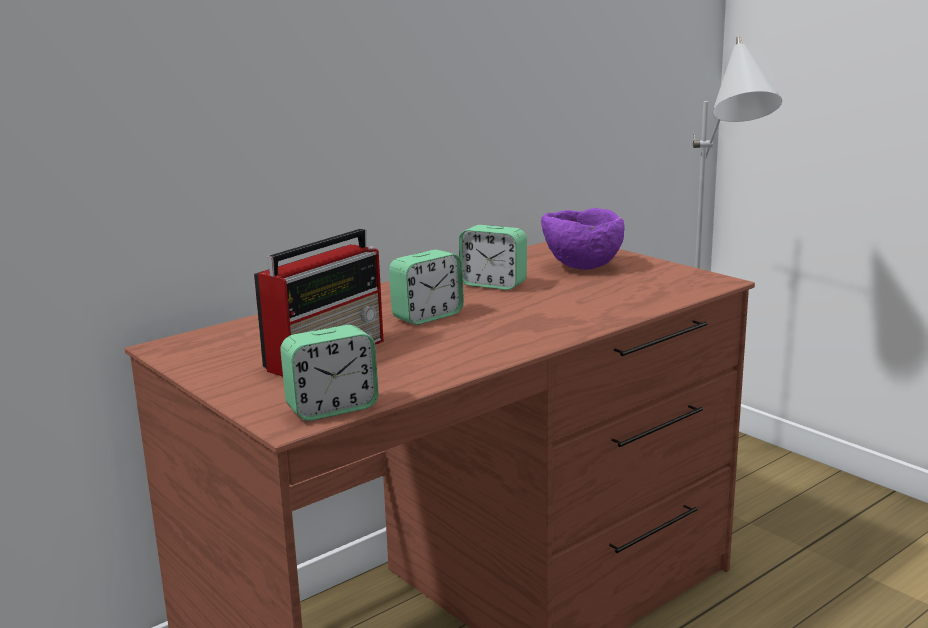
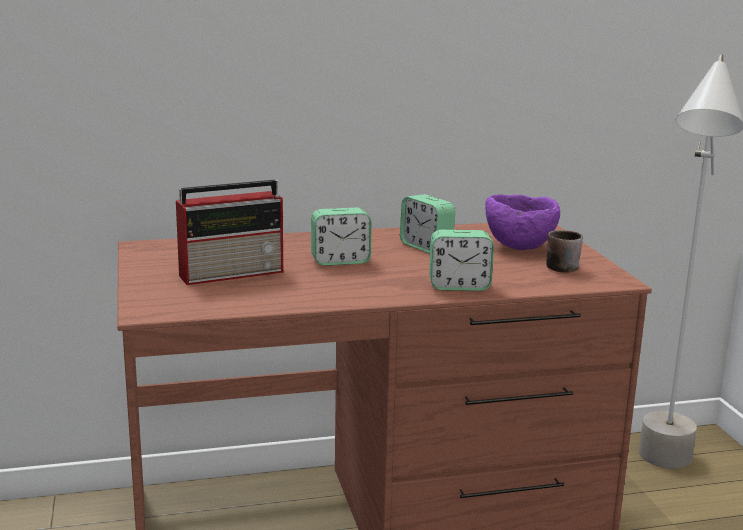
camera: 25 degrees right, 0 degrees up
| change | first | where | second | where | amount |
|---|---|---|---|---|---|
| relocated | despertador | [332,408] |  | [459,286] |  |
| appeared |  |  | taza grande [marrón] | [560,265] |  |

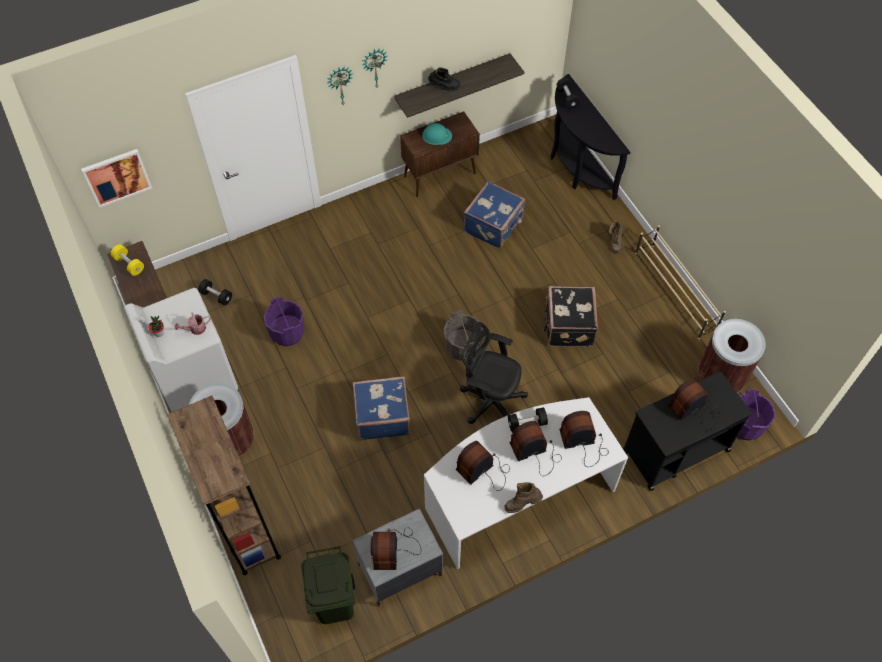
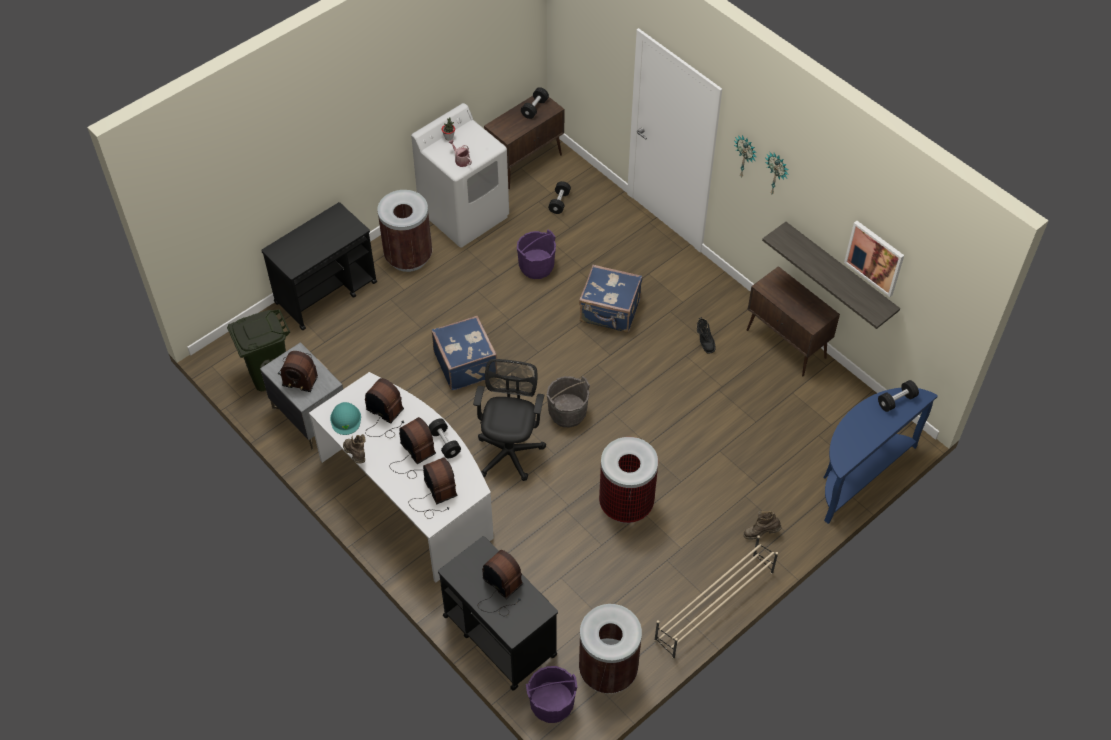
camera: 75 degrees right, 5 degrees down
| change | first | where | second | where | amount |
|---|---|---|---|---|---|
| relocated | cuadro | [117,177] |  | [874,257] |  |
| colour | mancuerna [amarillo] | [129,264] | mancuerna [negro] | [534,108] |  |
| exchanged | estantería [marrón] | [246,527] | carrito [negro] | [326,292] |  |
| spun | radio | [394,549] |  | [298,374] | 150 degrees counterclockwise |
| relocated | casco [turquesa] | [436,135] |  | [345,419] |  |
| relocated | bota [negro] | [444,87] |  | [704,341] |  |
| relocated | maleta [azul] | [494,226] |  | [610,312] |  |
| exchanged | maleta [negro] | [568,326] | papelera | [626,504] |  |
| colour | mesa consola [negro] | [576,167] | mesa consola [azul] | [858,473] |  |

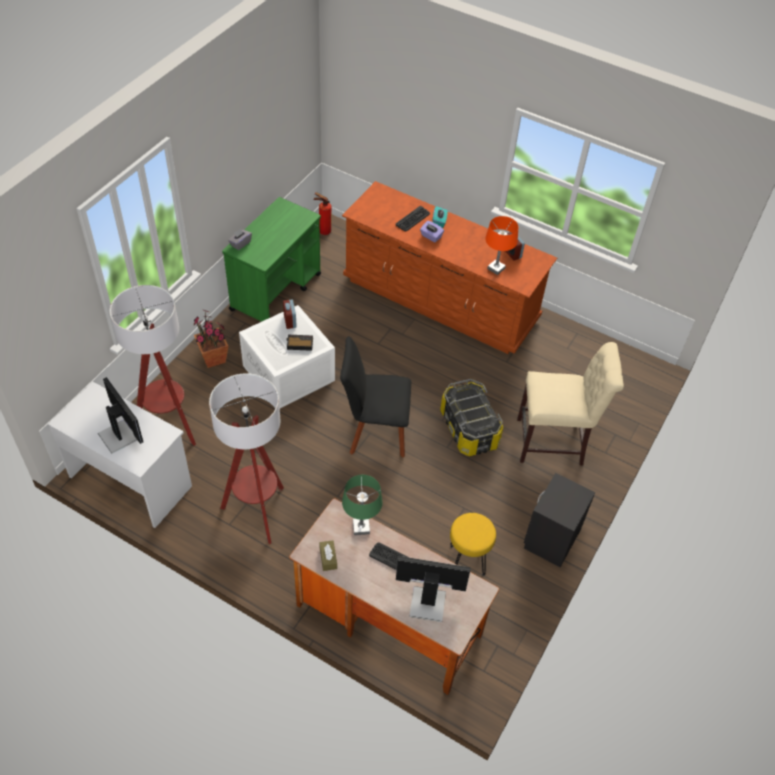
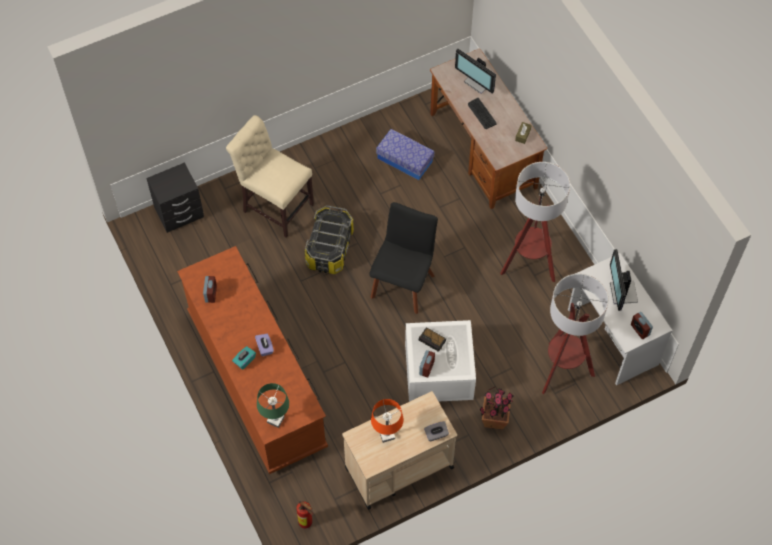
camera: 145 degrees left, 10 degrees up
| change | first | where | second | where | amount |
|---|---|---|---|---|---|
| colour | carrito [verde] | [276,291] | carrito [beis] | [398,467] |  |
| spun | silla [negro] | [375,431] |  | [403,283] | 105 degrees counterclockwise |
| relocated | lámpara de mesa [verde] | [361,528] |  | [276,420] |  |
| missing | teclado | [413,219] |  |  |  |
| exchanged | taburete [amarillo] | [467,560] | caja de almacenaje | [404,160] |  |
| relocated | lámpara de mesa [naranja] | [496,268] |  | [386,435] |  |
| relocated | mesita de noche [negro] | [551,538] |  | [179,213] |  |
| appeared |  |  | despertador | [640,330] |  |

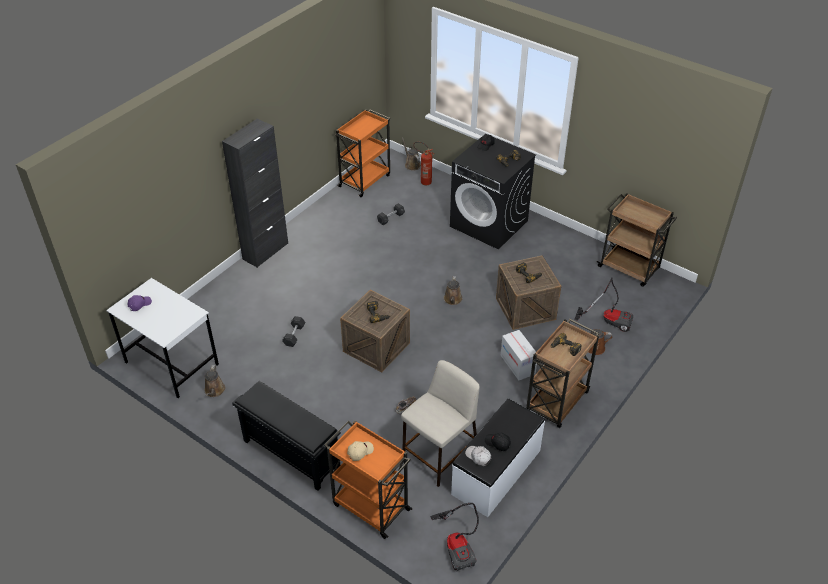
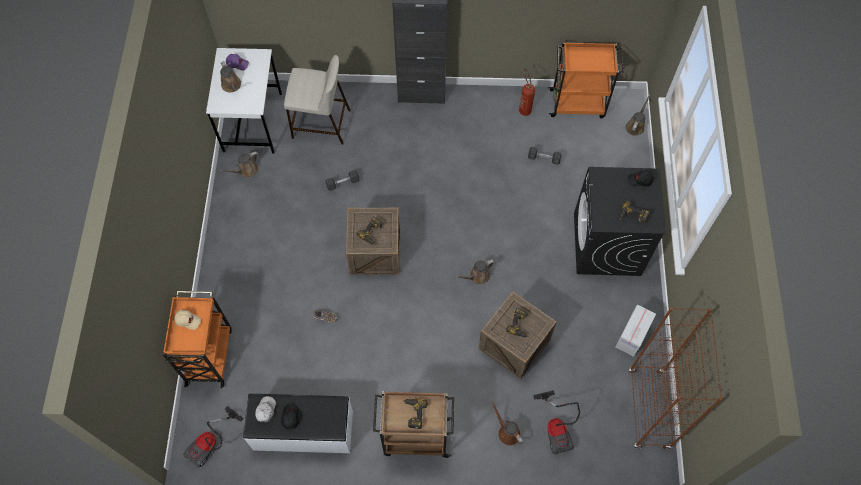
camera: 55 degrees right, 20 degrees up
| change | first | where | second | where | amount |
|---|---|---|---|---|---|
| missing | zapatero [negro] | [290,454] |  |  |  |
| relocated | taburete [beis] | [440,454] |  | [320,124] |  |
| relocated | extintor | [423,181] |  | [524,108] |  |
| relocated | caja de cartón | [517,364] |  | [632,336] |  |
| exchanged | carrito [marrón] | [629,268] | estantería [marrón] | [648,409] |  |
| appeared |  |  | regadera [marrón] | [232,86] |  |

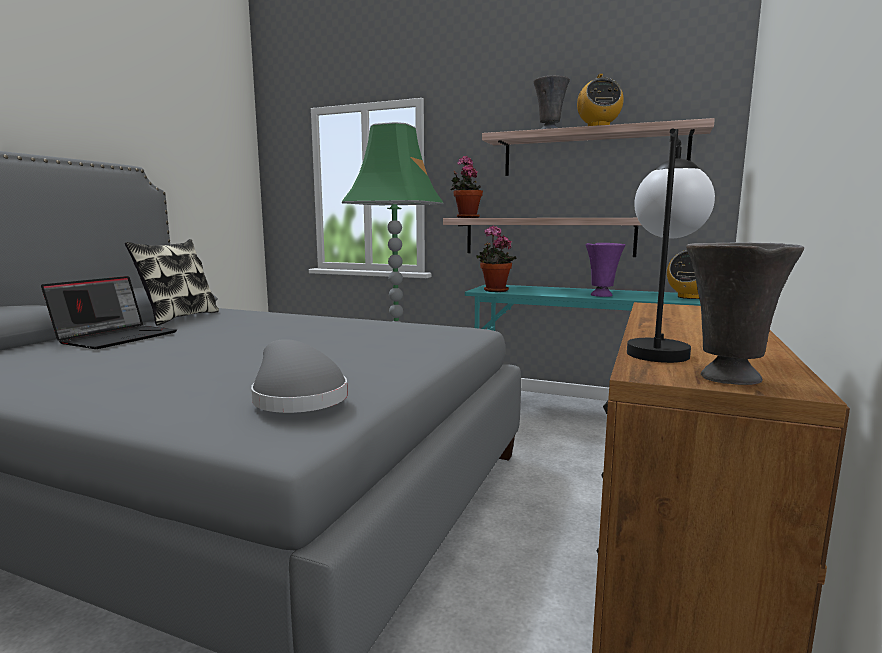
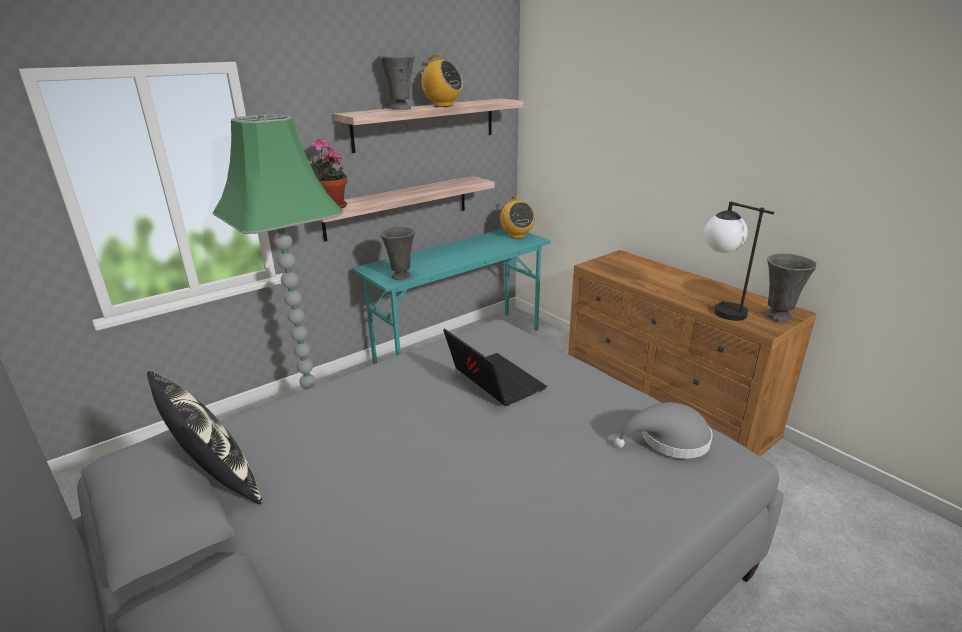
camera: 60 degrees left, 15 degrees up
| change | first | where | second | where | amount |
|---|---|---|---|---|---|
| relocated | portátil | [117,337] |  | [493,382] |  |
| exchanged | planta en maceta | [494,291] | florero [gris] | [401,277] |  |
| missing | florero [morado] | [602,295] |  |  |  |

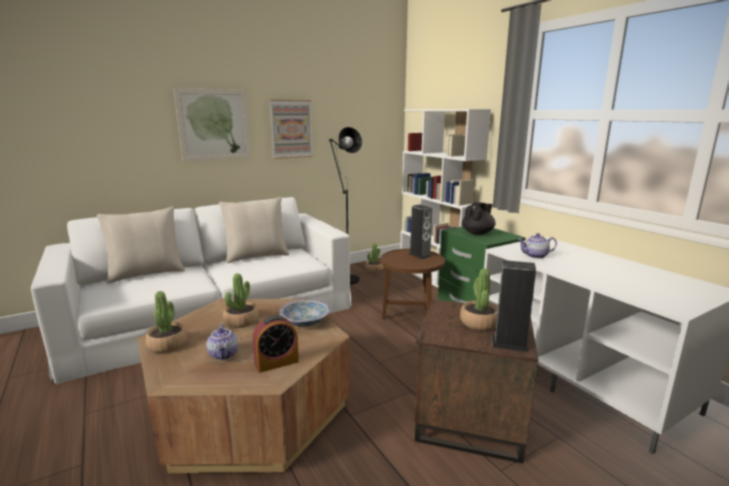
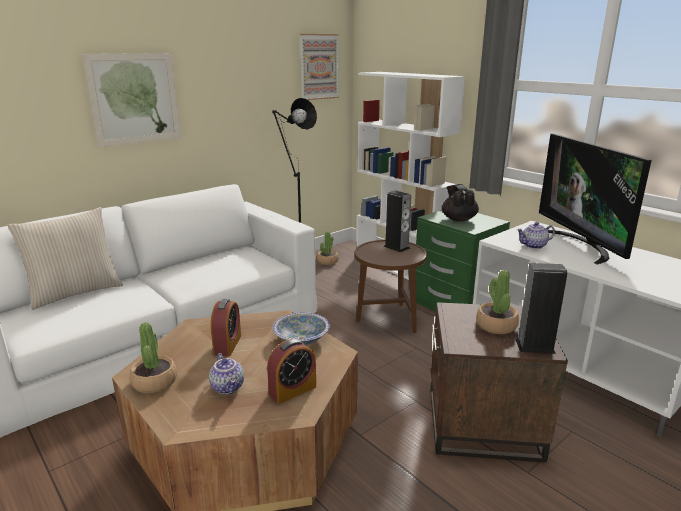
camera: 10 degrees left, 5 degrees up
| change | first | where | second | where | amount |
|---|---|---|---|---|---|
| missing | cojín [beis] | [256,256] |  |  |  |
| exchanged | planta en maceta | [241,321] | despertador | [227,345] |  |
| relocated | cuadro | [291,129] |  | [319,67] |  |
| spun | tetera [negro] | [478,233] |  | [458,219] | 45 degrees counterclockwise |
| appeared |  |  | televisor | [581,245] |  |

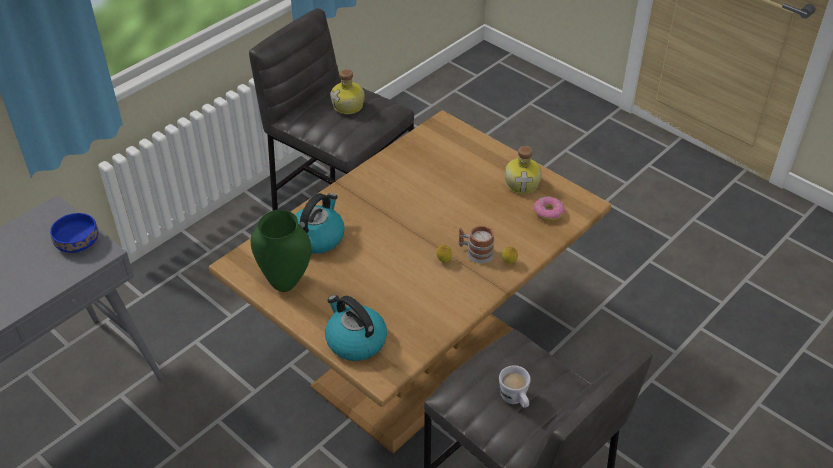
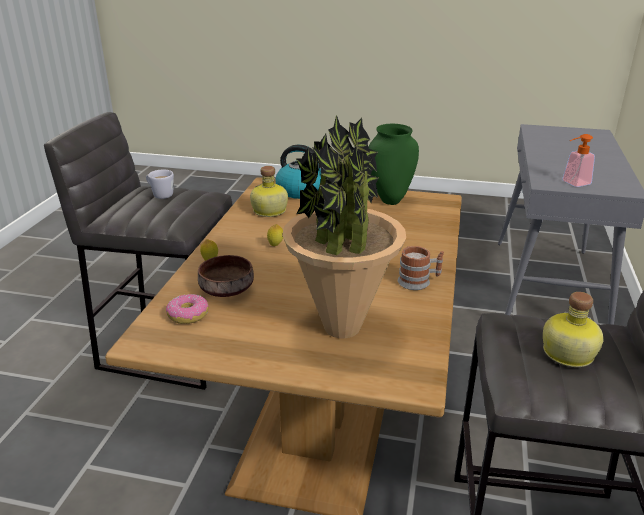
camera: 150 degrees right, 15 degrees down
| change | first | where | second | where | amount |
|---|---|---|---|---|---|
| exchanged | cuenco [azul] | [77,241] | dispensador de jabón | [572,183] |  |
| missing | hervidor | [318,237] |  |  |  |
| relocated | taza grande | [475,253] |  | [419,281] |  |
| relocated | botella | [522,183] |  | [269,211] |  |
| appeared |  |  | cuenco [marrón] | [225,289] |  |
| appeared |  |  | planta en maceta | [342,328] |  |

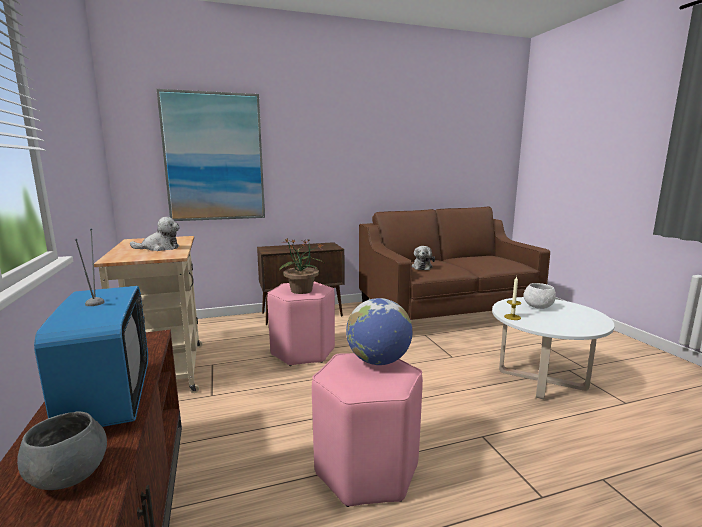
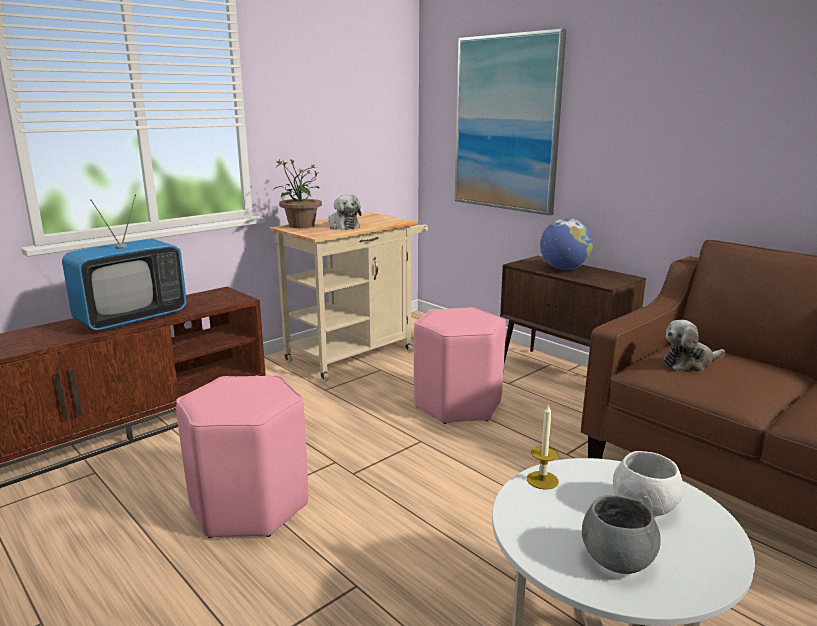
camera: 65 degrees right, 5 degrees up
| change | first | where | second | where | amount |
|---|---|---|---|---|---|
| relocated | cuenco [gris] | [70,475] |  | [618,560] |  |
| relocated | planta en maceta | [302,291] |  | [301,226] |  |
| relocated | globo terráqueo | [378,361] |  | [564,269] |  |

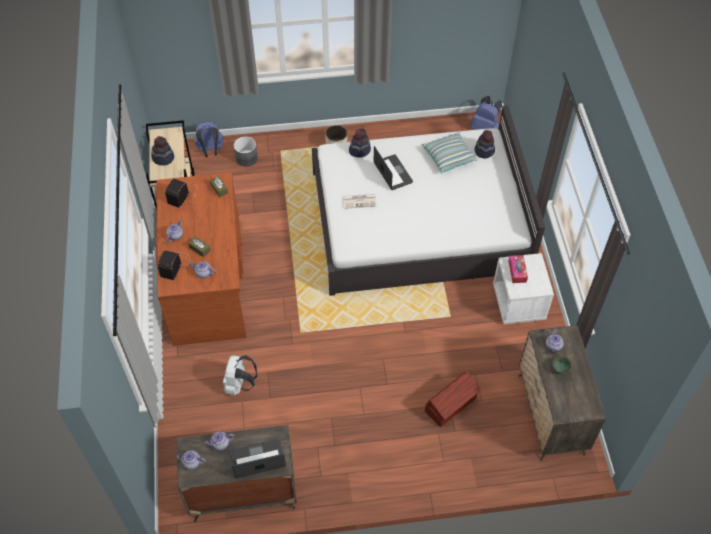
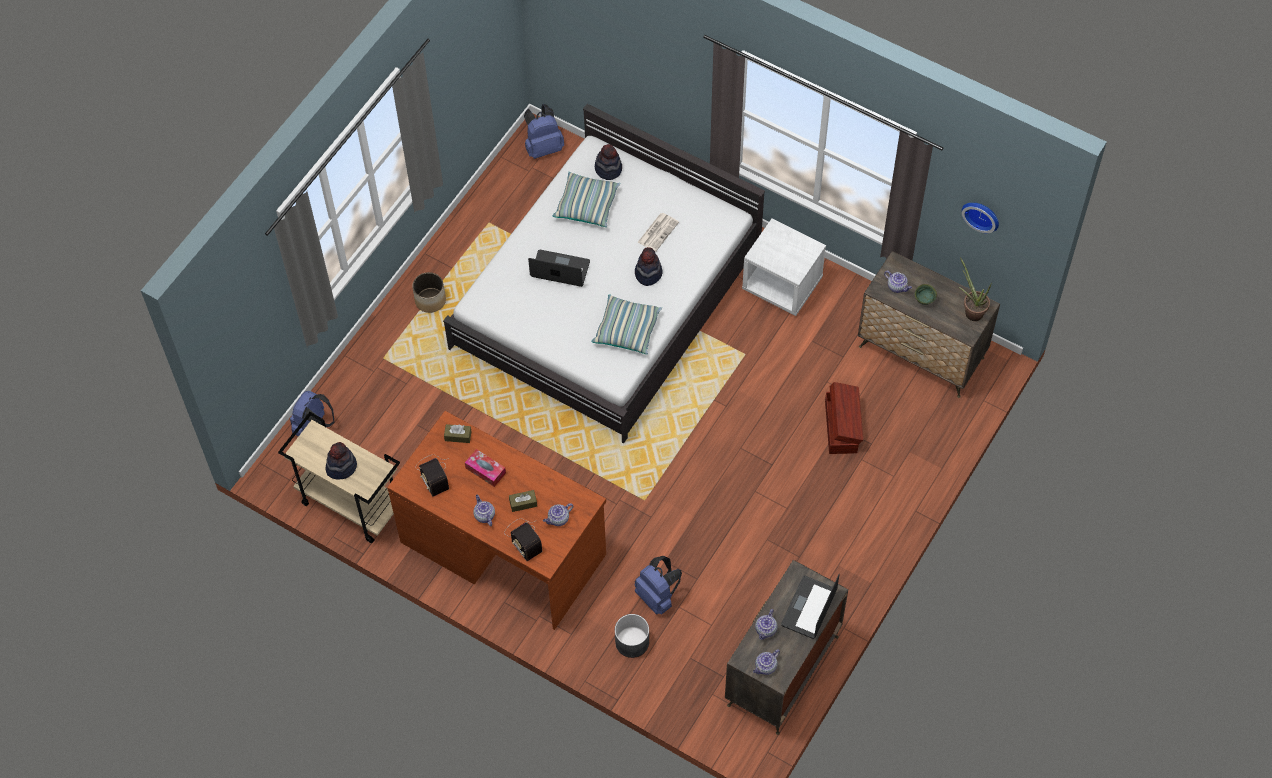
camera: 50 degrees left, 5 degrees up
| change | first | where | second | where | amount |
|---|---|---|---|---|---|
| colour | mochila [blanco] | [240,384] | mochila [azul] | [658,596] |  |
| relocated | maceta [gris] | [246,158] |  | [632,642] |  |
| relocated | periódico | [360,201] |  | [658,232] |  |
| relocated | sombrero | [359,150] |  | [648,273] |  |
| relocated | caja de pañuelos | [517,271] |  | [485,470] |  |
| appeared |  |  | cojín | [627,330] |  |
| appeared |  |  | planta en maceta | [971,311] |  |
| appeared |  |  | reloj de pared | [981,214] |  |

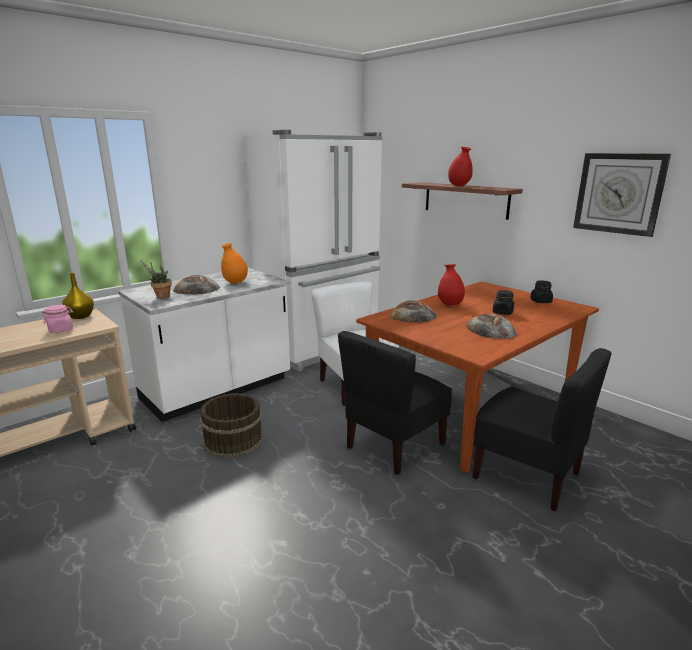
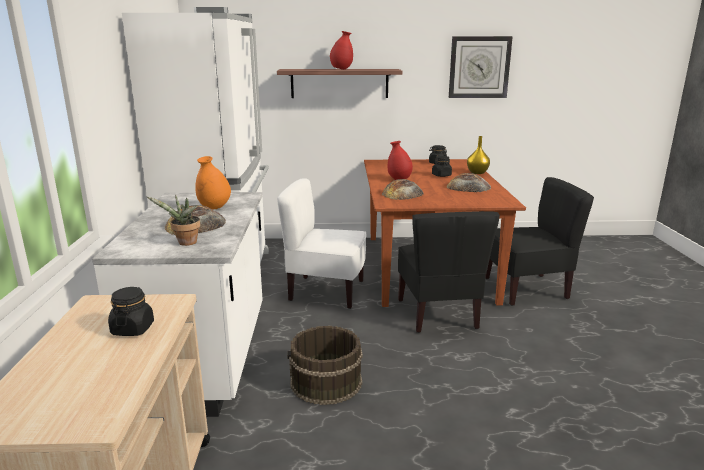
camera: 50 degrees left, 0 degrees up
| change | first | where | second | where | amount |
|---|---|---|---|---|---|
| colour | tarro [rosa] | [61,330] | tarro [negro] | [133,329] |  |
| relocated | florero [amarillo] | [80,316] |  | [477,172] |  |

